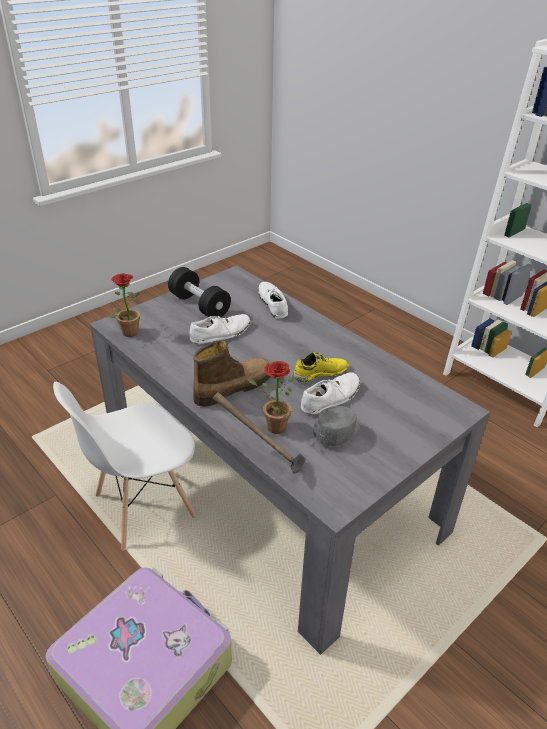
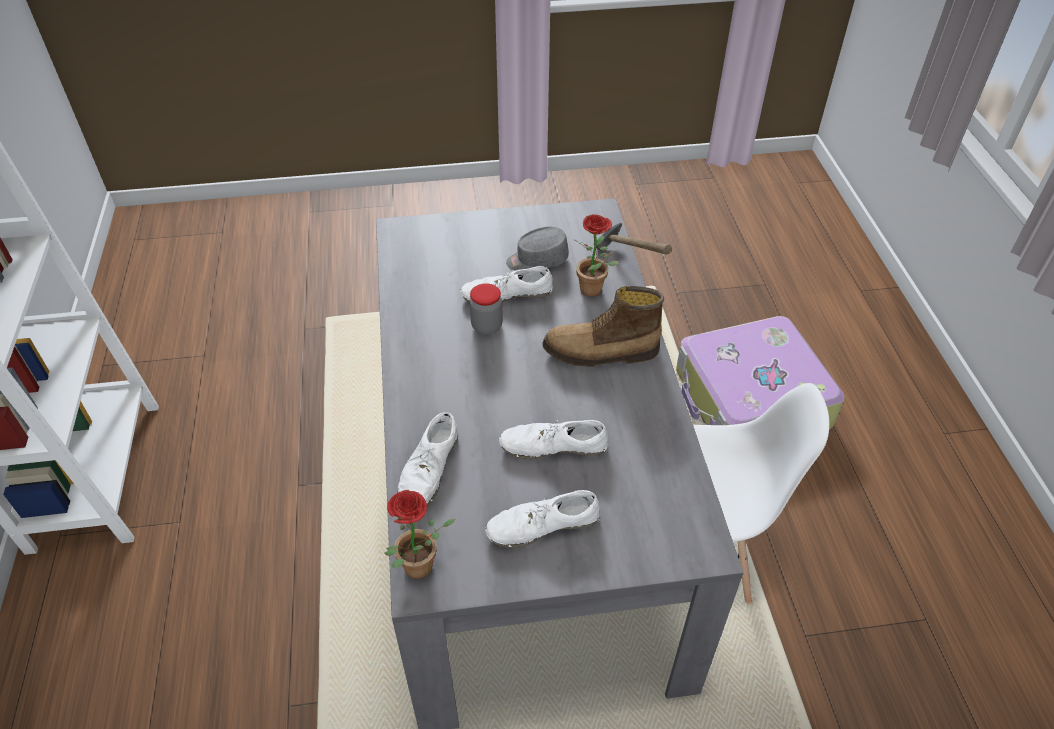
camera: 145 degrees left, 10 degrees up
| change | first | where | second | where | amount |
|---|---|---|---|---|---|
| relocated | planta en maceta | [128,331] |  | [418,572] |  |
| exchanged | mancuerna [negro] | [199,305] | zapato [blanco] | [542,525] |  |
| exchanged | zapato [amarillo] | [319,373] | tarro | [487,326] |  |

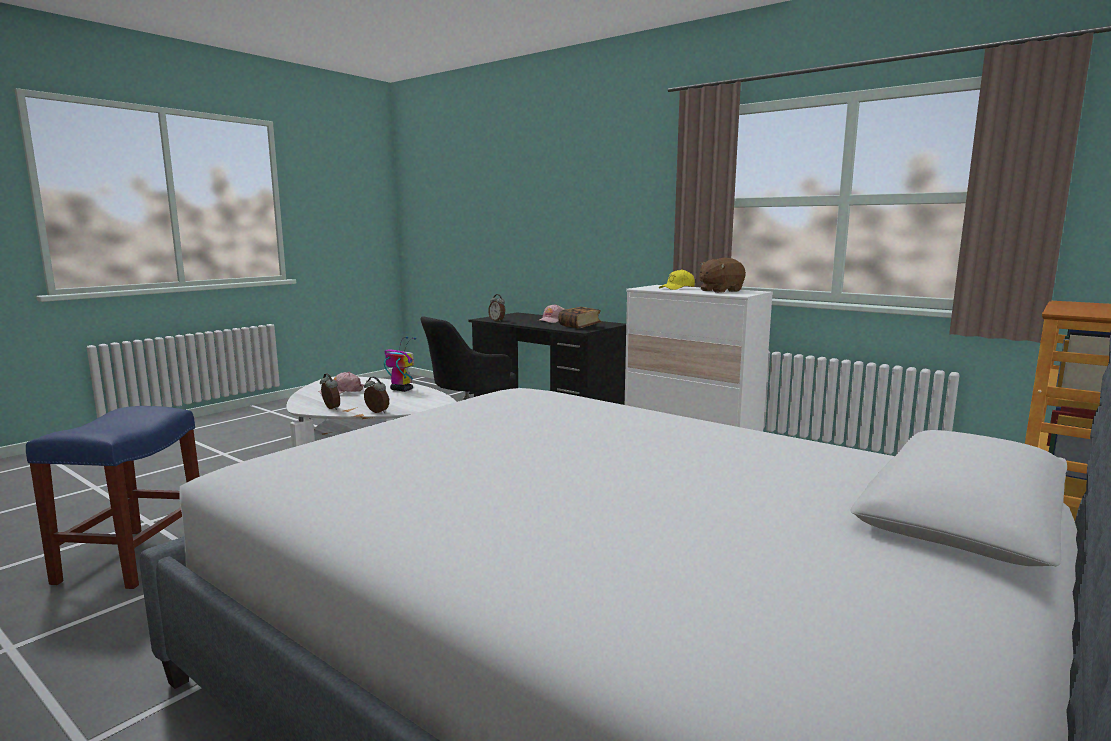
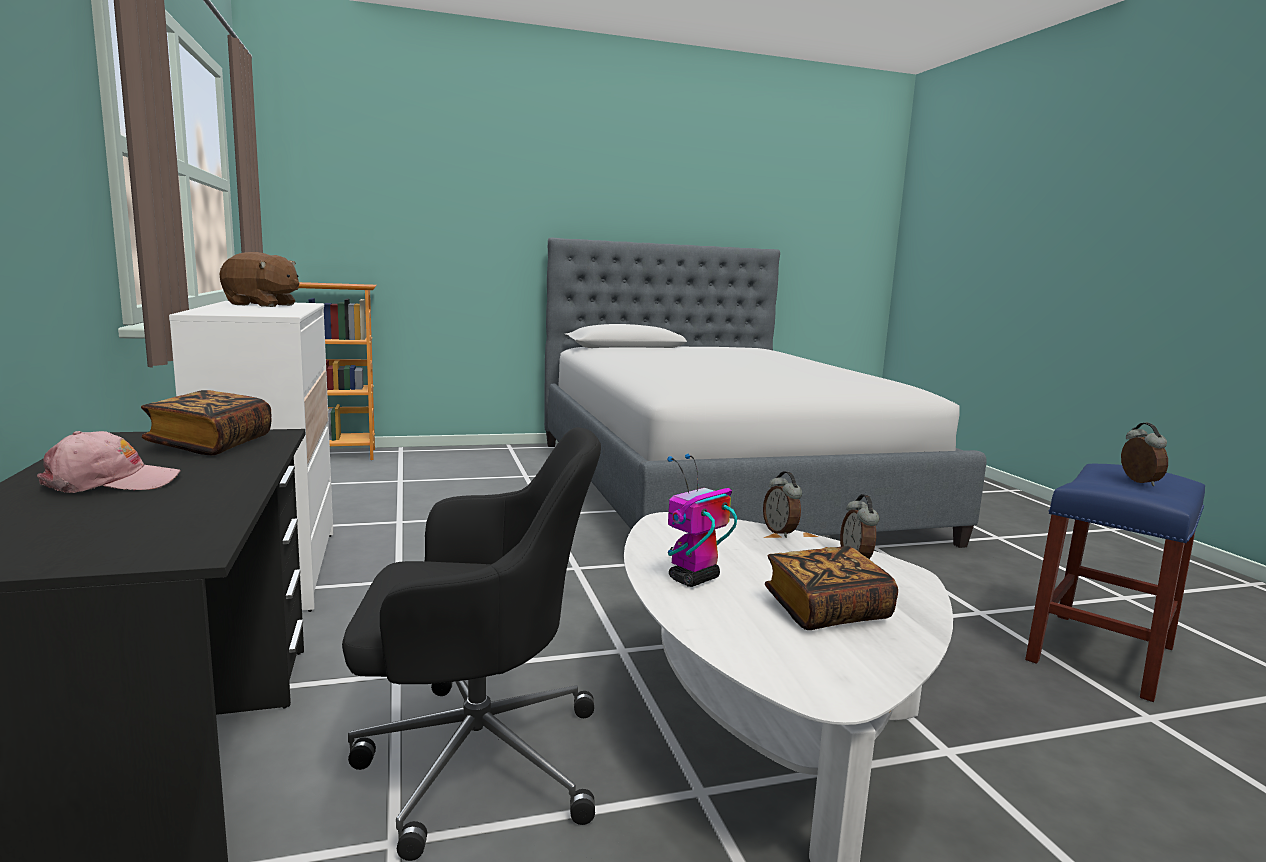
camera: 145 degrees left, 0 degrees up
| change | first | where | second | where | amount |
|---|---|---|---|---|---|
| exchanged | gorra [rosa] | [341,392] | libro | [826,611] |  |
| spun | robot de juguete | [401,390] |  | [693,579] | 75 degrees clockwise |
| relocated | despertador | [497,320] |  | [1138,482] |  |
| missing | gorra [amarillo] | [677,288] |  |  |  |

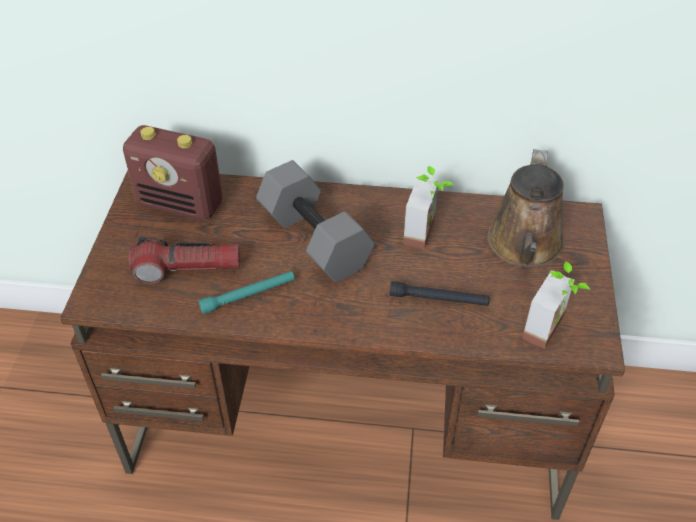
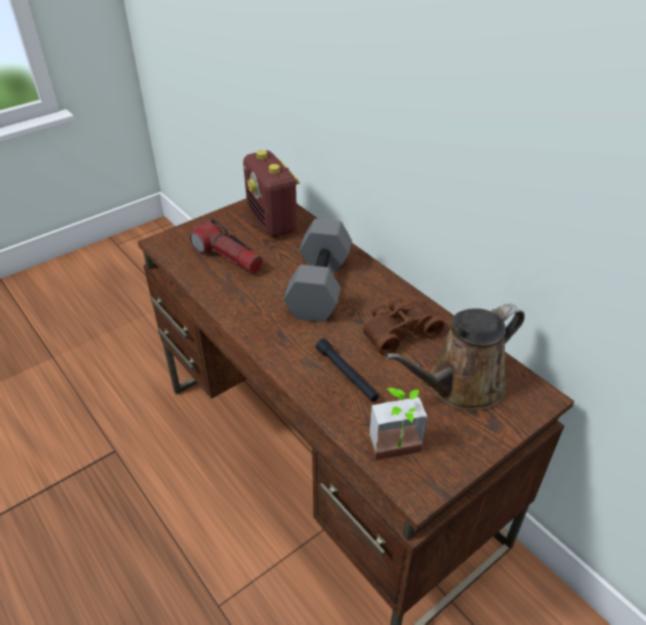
camera: 45 degrees right, 5 degrees down
| change | first | where | second | where | amount |
|---|---|---|---|---|---|
| missing | linterna [turquesa] | [248,295] |  |  |  |
| exchanged | planta en maceta | [428,234] | prismáticos [marrón] | [398,331] |  |

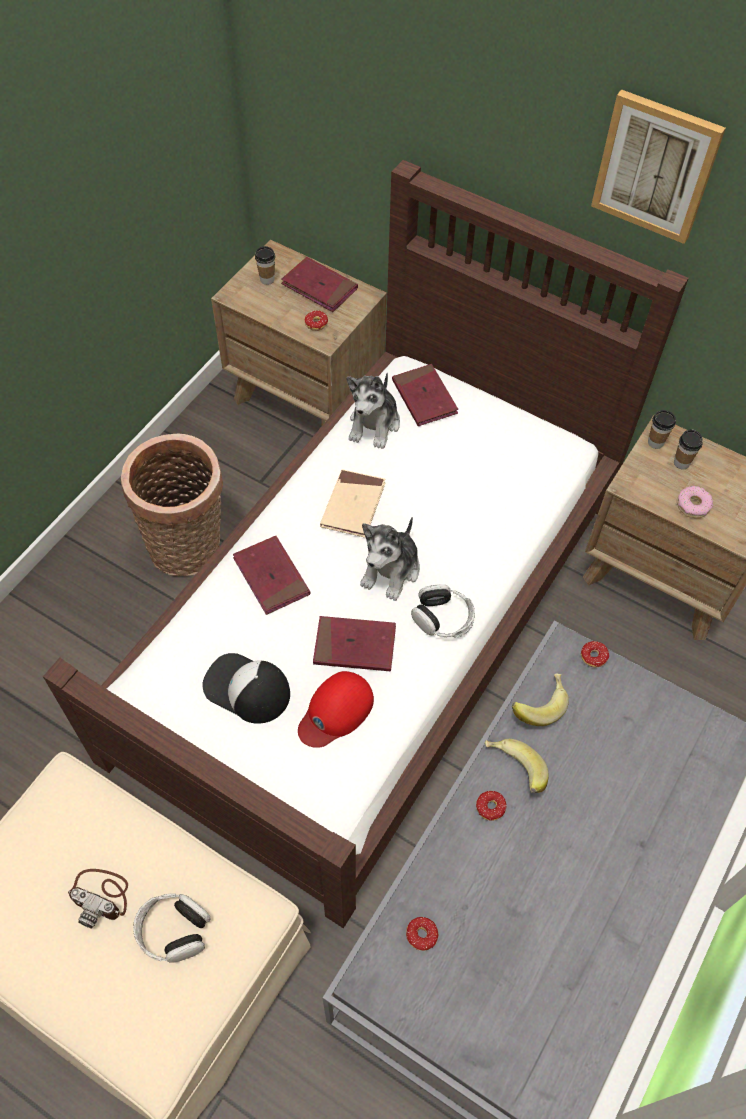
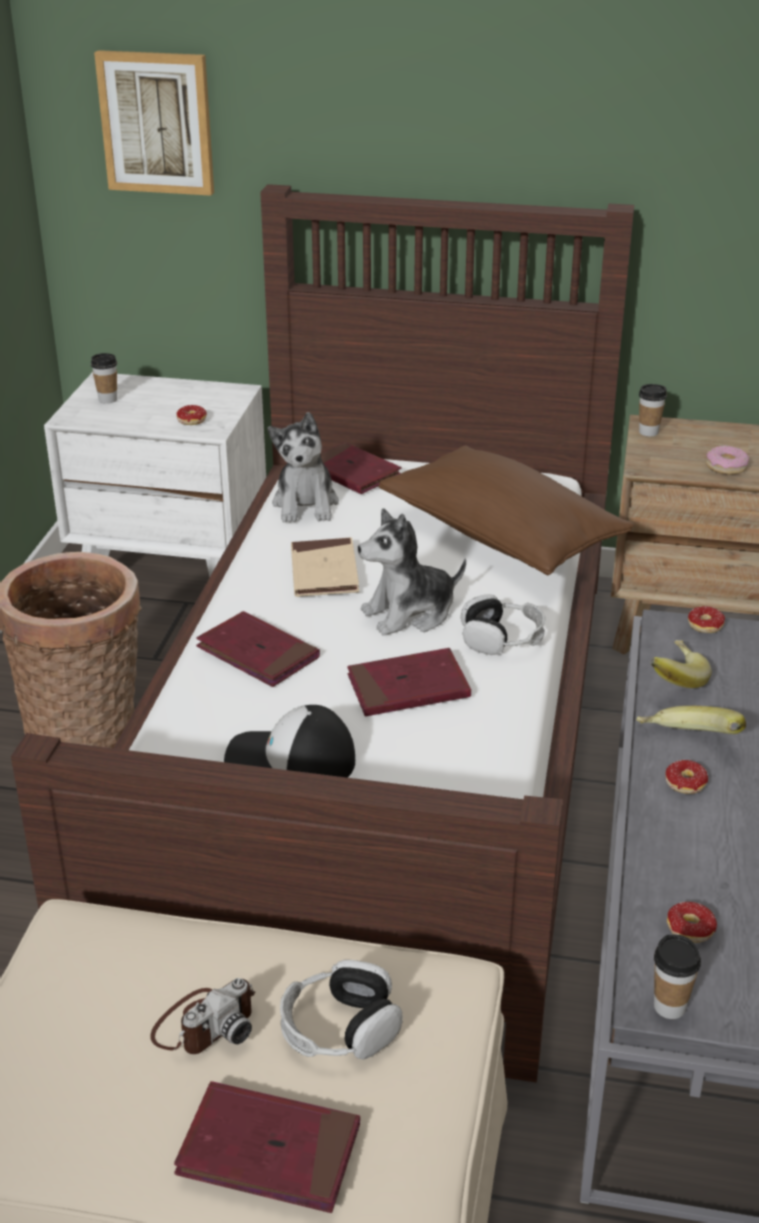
camera: 20 degrees left, 25 degrees down
| change | first | where | second | where | amount |
|---|---|---|---|---|---|
| spun | cámara | [101,896] |  | [205,1024] | 45 degrees counterclockwise |
| colour | mesita de noche [marrón] | [306,396] | mesita de noche [blanco] | [173,571] |  |
| relocated | libro [rojo] | [319,287] |  | [269,1151] |  |
| missing | gorra [rojo] | [335,711] |  |  |  |
| spun | peluche | [391,570] |  | [409,614] | 60 degrees clockwise |
| relocated | cuadro | [656,166] |  | [157,122] |  |
| relocated | taza | [681,463] |  | [669,1007] |  |
| appeared |  |  | cojín [marrón] | [501,536] |  |

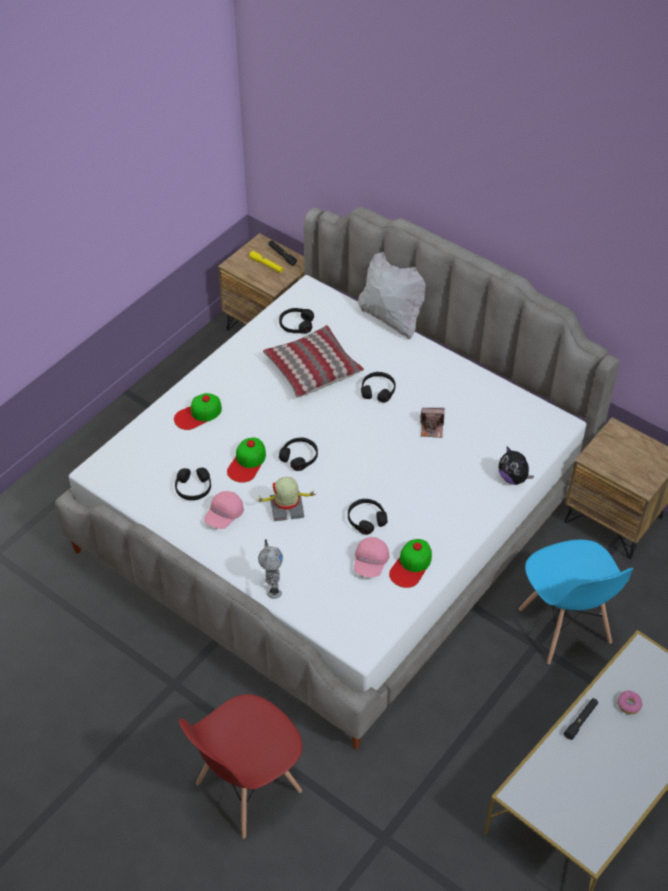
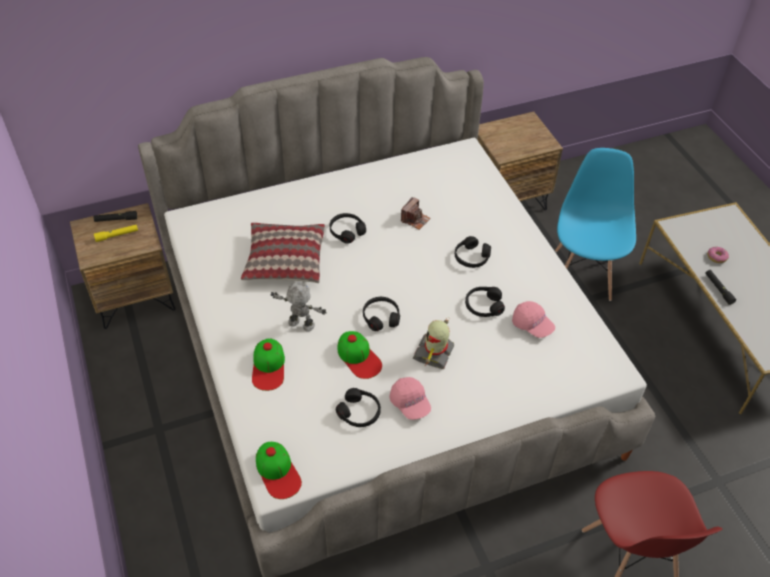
camera: 60 degrees left, 0 degrees up
| change | first | where | second | where | amount |
|---|---|---|---|---|---|
| relocated | robot de juguete | [272,587] |  | [300,325] |  |
| relocated | auriculares [negro] | [296,325] |  | [471,257] |  |
| missing | cojín [blanco] | [391,318] |  |  |  |
| relocated | gorra | [411,566] |  | [278,472] |  |
| missing | peluche | [513,478] |  |  |  |
| spun | silla [azul] | [564,627] |  | [583,274] | 90 degrees counterclockwise |

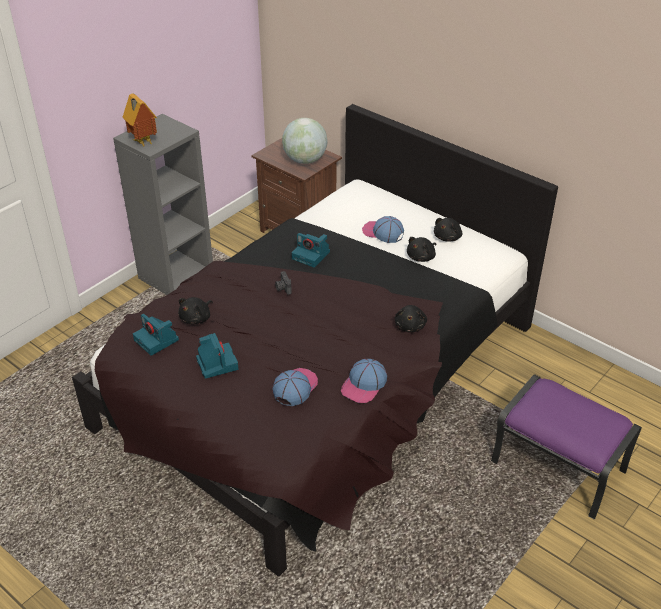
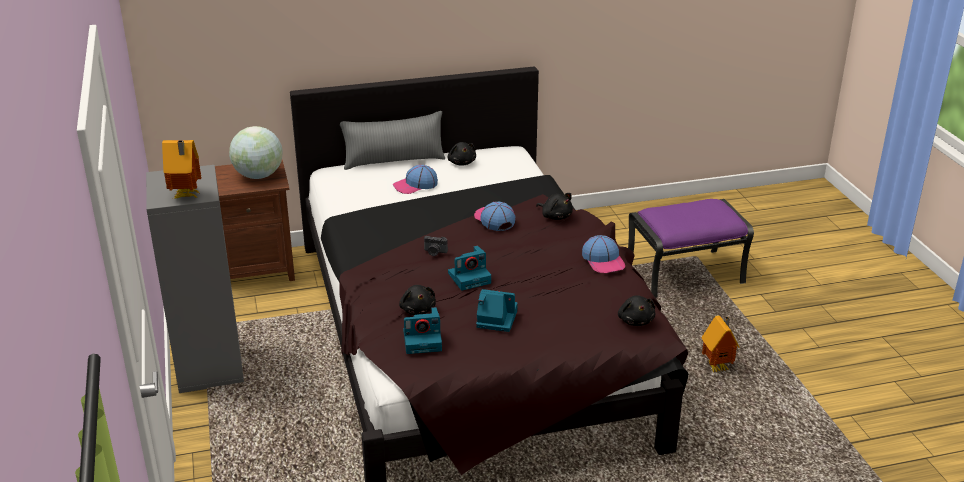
camera: 55 degrees left, 10 degrees down
| change | first | where | second | where | amount |
|---|---|---|---|---|---|
| relocated | gorra | [295,387] |  | [494,219] |  |
| relocated | cámara | [311,255] |  | [470,277] |  |
| relocated | peluche [negro] | [422,257] |  | [635,320] |  |
| appeared |  |  | cojín [gris] | [394,161] |  |
| appeared |  |  | casita | [718,367] |  |

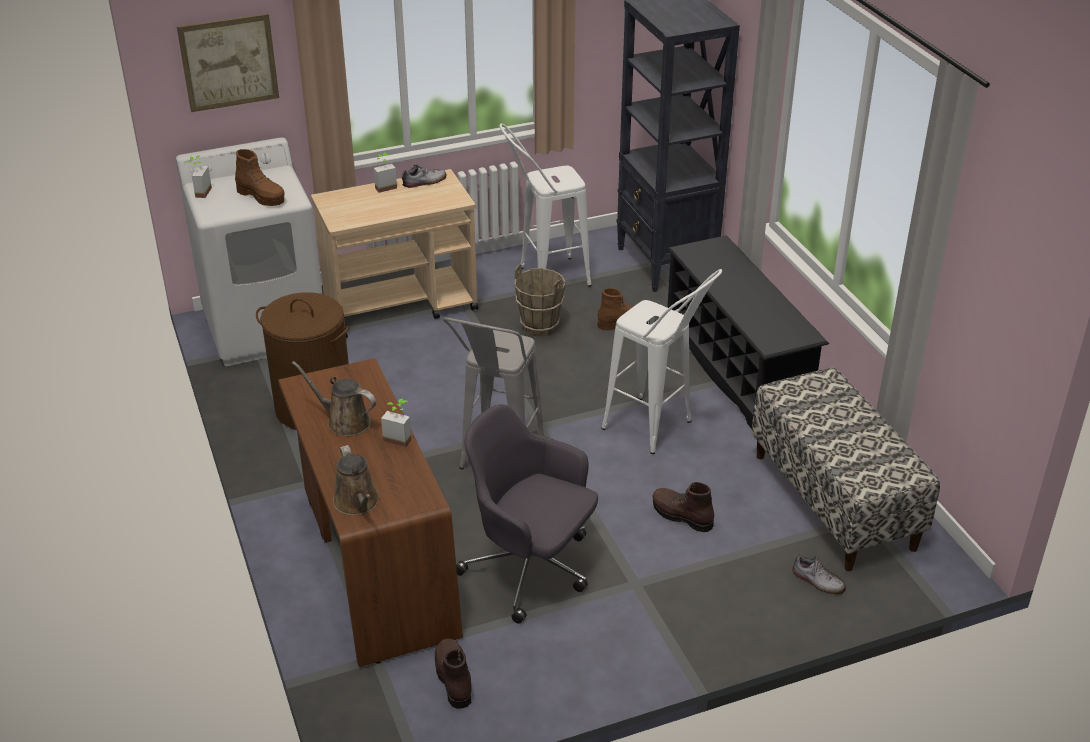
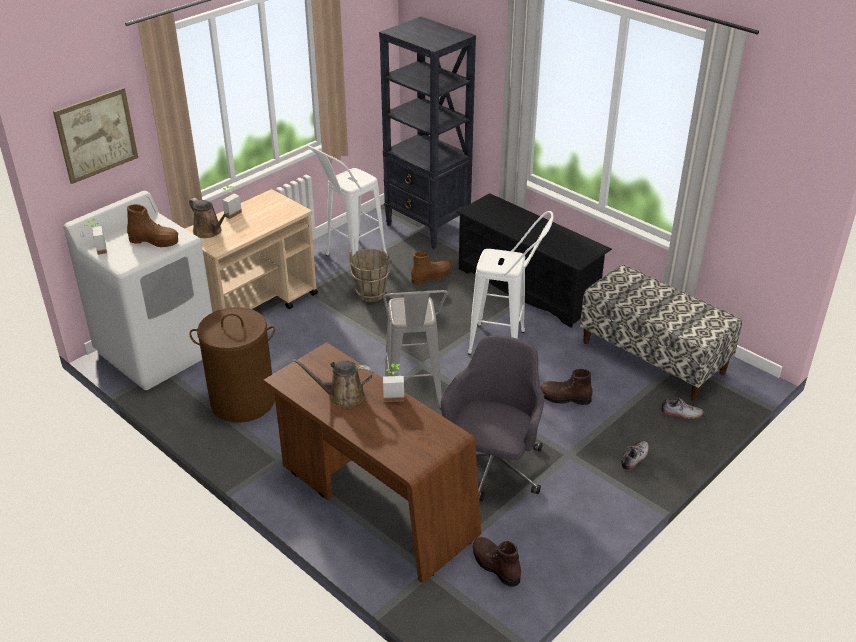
camera: 25 degrees left, 0 degrees up
| change | first | where | second | where | amount |
|---|---|---|---|---|---|
| relocated | regadera [marrón] | [357,503] |  | [209,231] |  |
| relocated | zapato | [424,181] |  | [635,458] |  |
| spun | silla de oficina [gris] | [530,569] |  | [491,468] | 105 degrees clockwise |

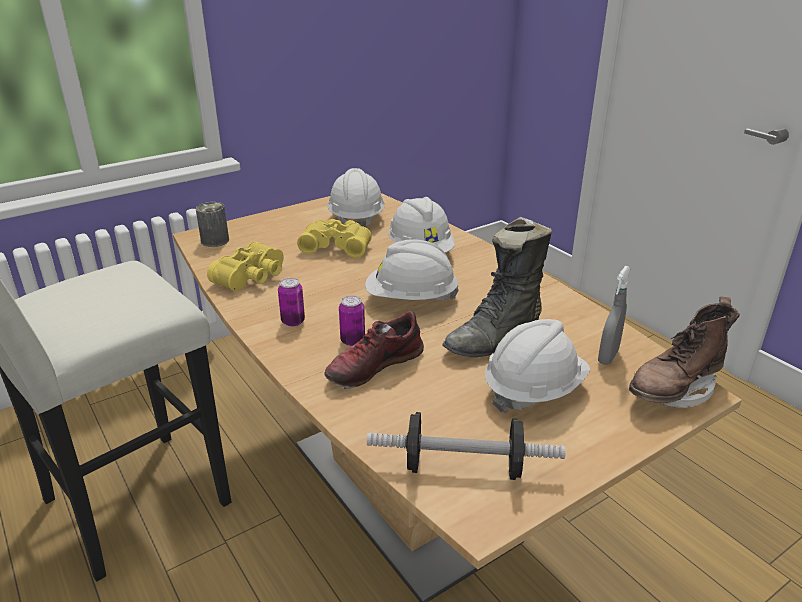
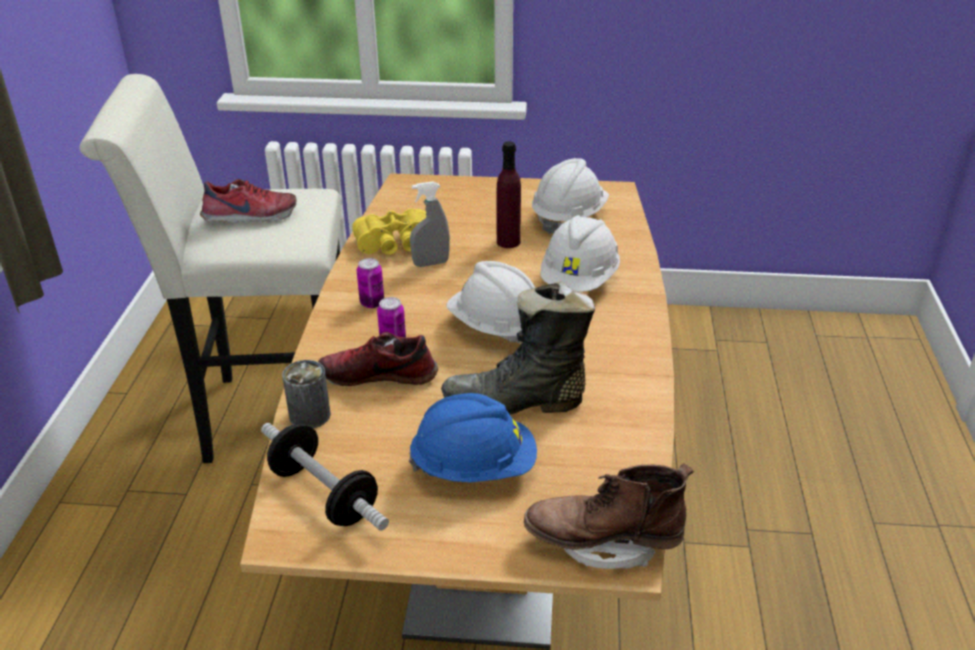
camera: 40 degrees right, 5 degrees up
| change | first | where | second | where | amount |
|---|---|---|---|---|---|
| relocated | lata | [215,241] |  | [310,415] |  |
| exchanged | prismáticos [amarillo] | [337,246] | botella [morado] | [508,242] |  |
| colour | casco [blanco] | [533,389] | casco [azul] | [474,467] |  |
| relocated | pulverizador [gris] | [608,357] |  | [431,263] |  |
| appeared |  |  | zapato | [250,217] |  |

